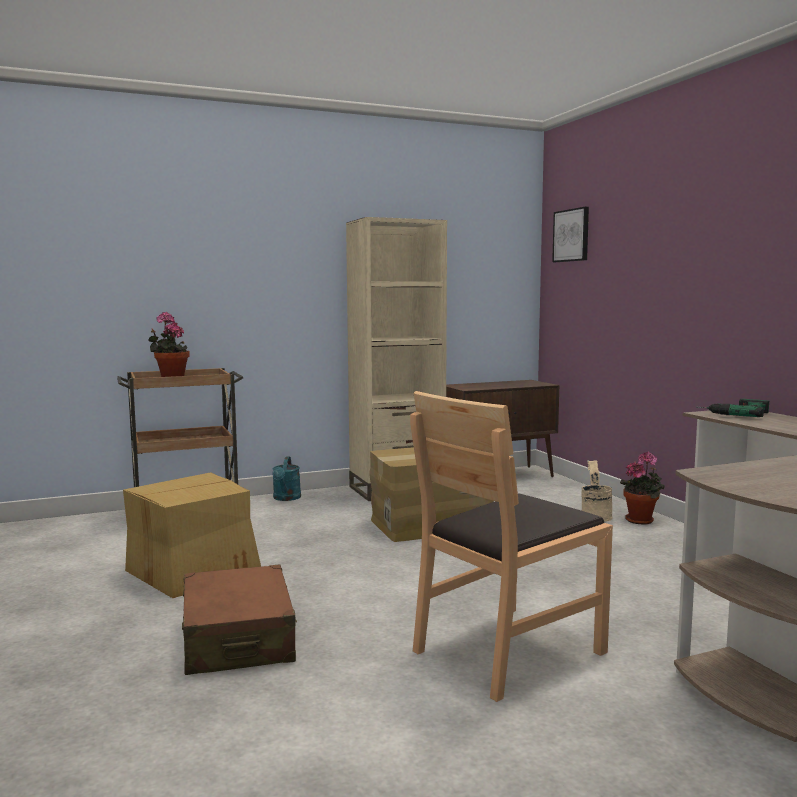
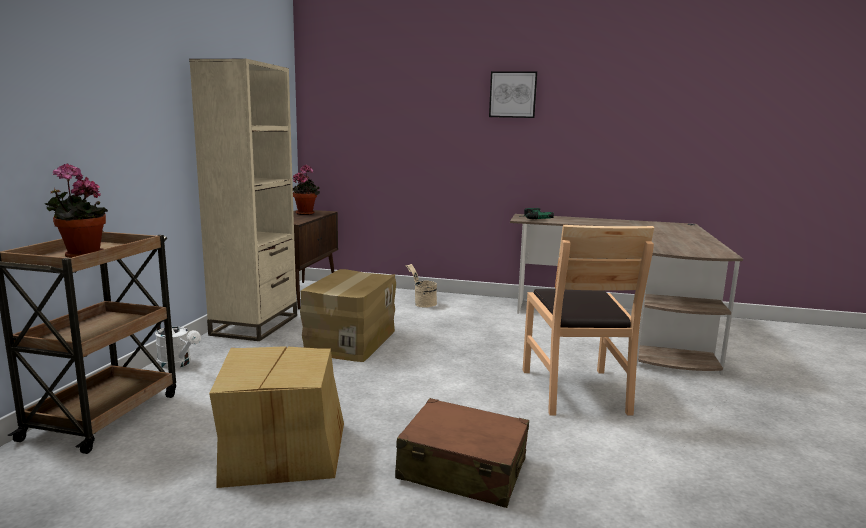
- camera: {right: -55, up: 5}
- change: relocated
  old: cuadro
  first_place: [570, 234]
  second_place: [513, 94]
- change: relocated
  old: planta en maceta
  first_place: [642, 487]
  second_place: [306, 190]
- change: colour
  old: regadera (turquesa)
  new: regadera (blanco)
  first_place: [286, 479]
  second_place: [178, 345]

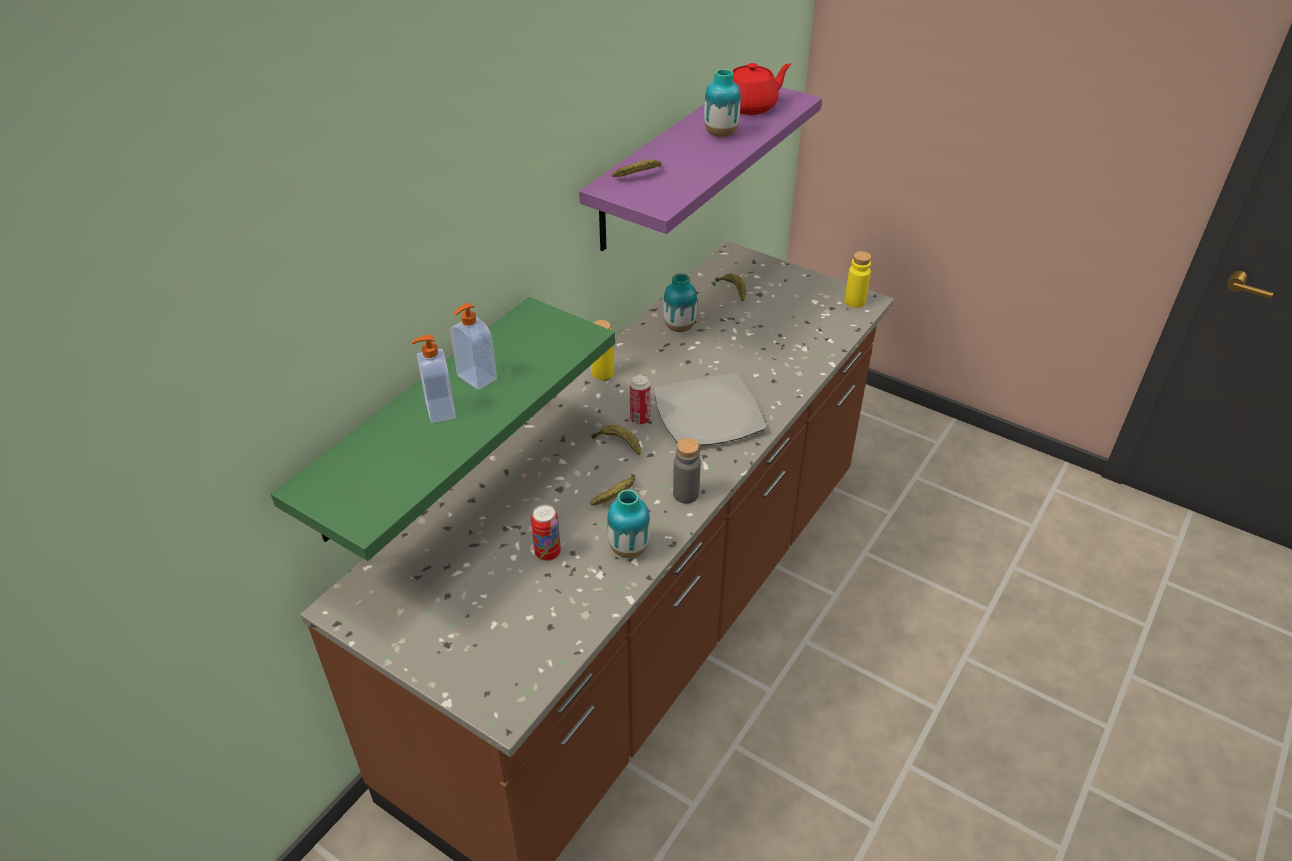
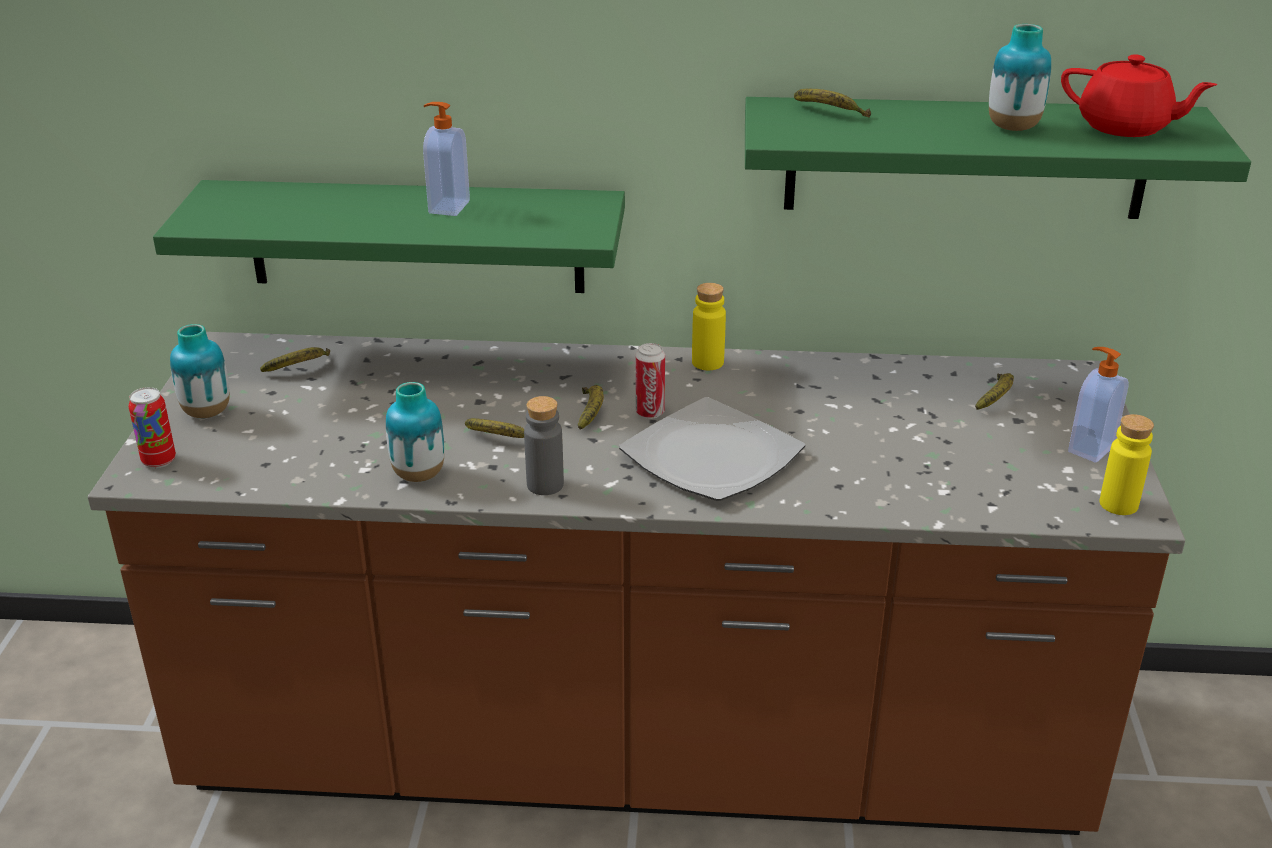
- camera: {right: 60, up: -10}
- change: colour
  old: estante (morado)
  new: estante (verde)
  first_place: [700, 169]
  second_place: [998, 158]
- change: relocated
  old: florero
  first_place: [680, 302]
  second_place: [200, 371]
- change: relocated
  old: dispensador de jabón
  first_place: [434, 379]
  second_place: [1098, 405]
- change: relocated
  old: lata
  first_place: [546, 533]
  second_place: [152, 427]
- change: appeared
  new: plátano
  second_place: [295, 359]

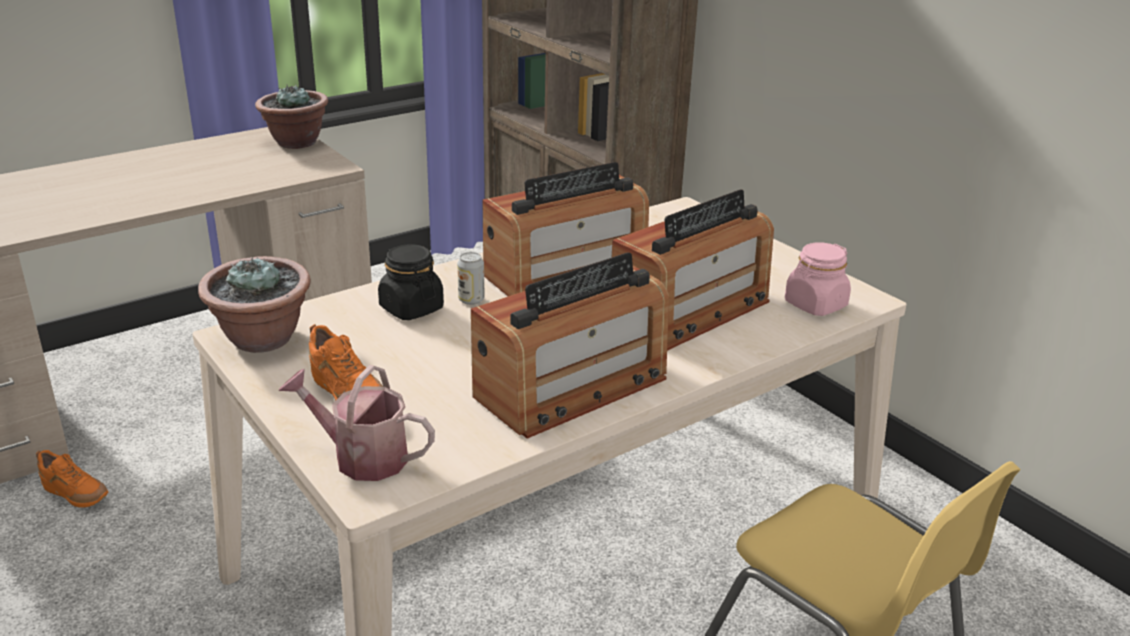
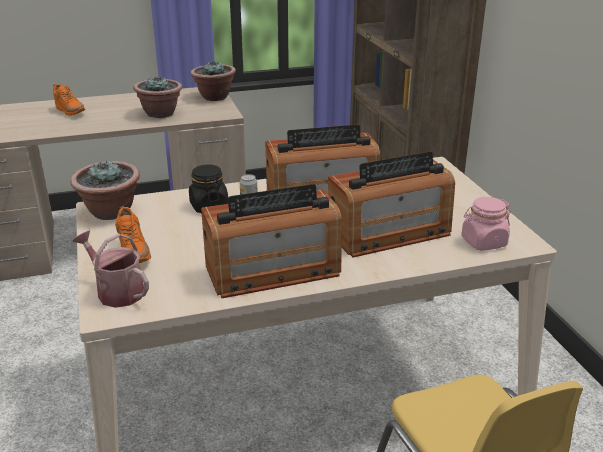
- camera: {right: 20, up: 0}
- change: relocated
  old: zapato (naranja)
  first_place: [72, 479]
  second_place: [69, 100]
- change: appeared
  new: planta en maceta
  second_place: [157, 96]

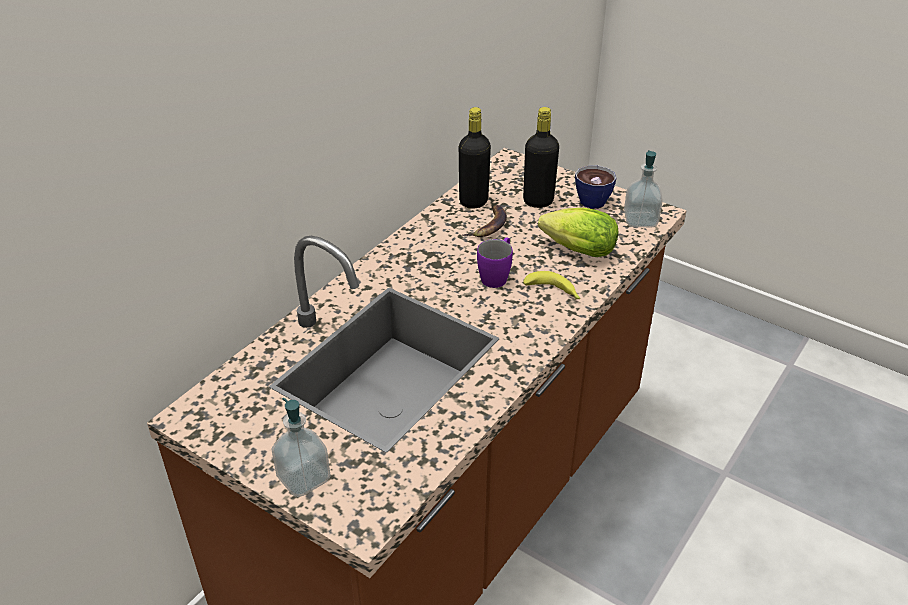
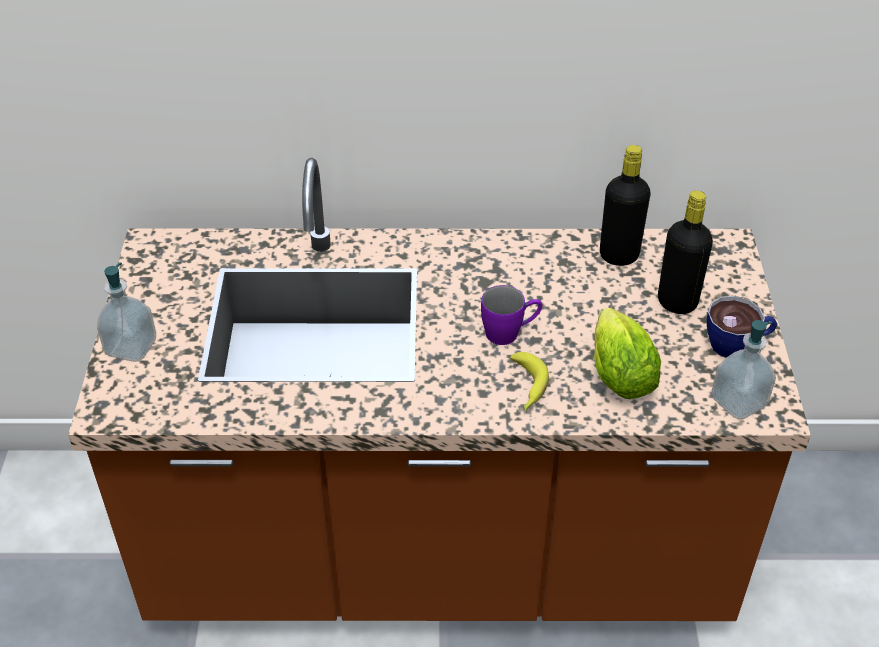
- camera: {right: 55, up: 5}
- change: missing
  old: plátano
  first_place: [484, 221]

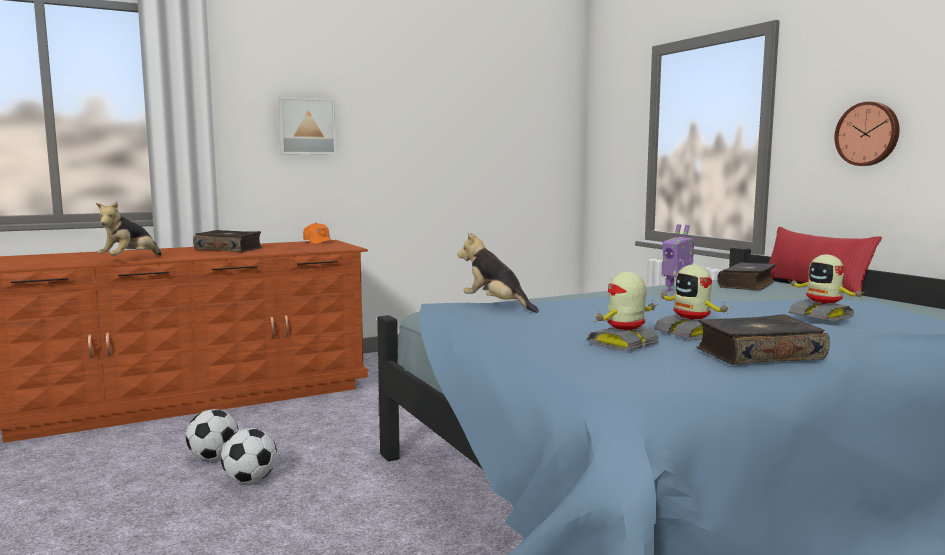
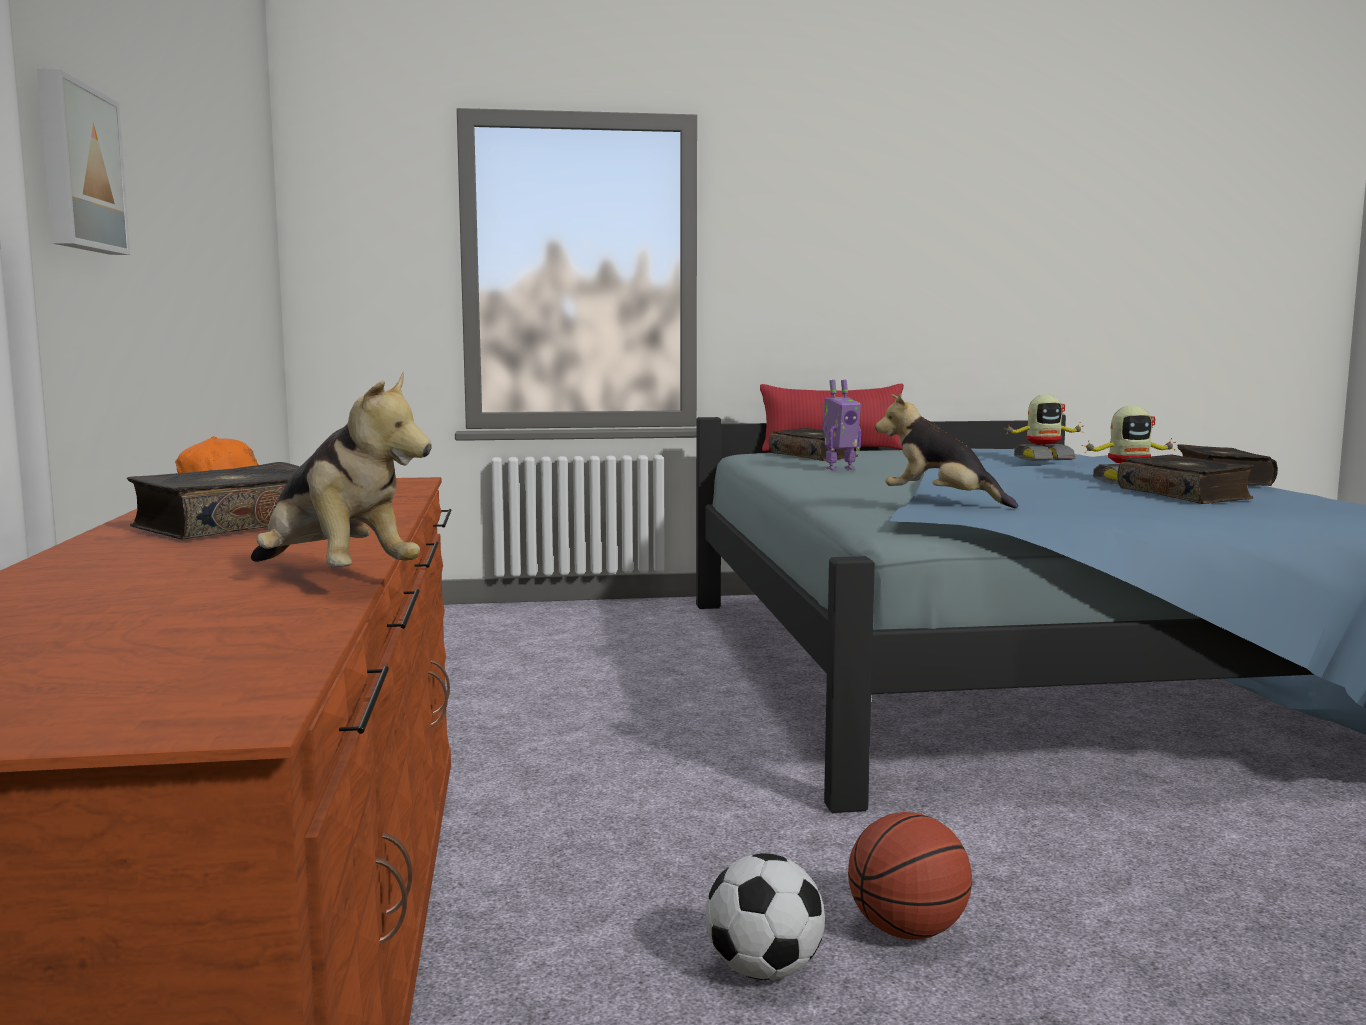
- camera: {right: -70, up: 0}
- change: missing
  old: reloj de pared
  first_place: [867, 134]
- change: spun
  old: peluche
  first_place: [498, 273]
  second_place: [946, 450]
  degrees: 60
- change: exchanged
  old: robot de juguete
  new: libro
  first_place: [623, 312]
  second_place: [1186, 479]
- change: exchanged
  old: balón de fútbol
  new: balón de baloncesto
  first_place: [249, 455]
  second_place: [910, 875]

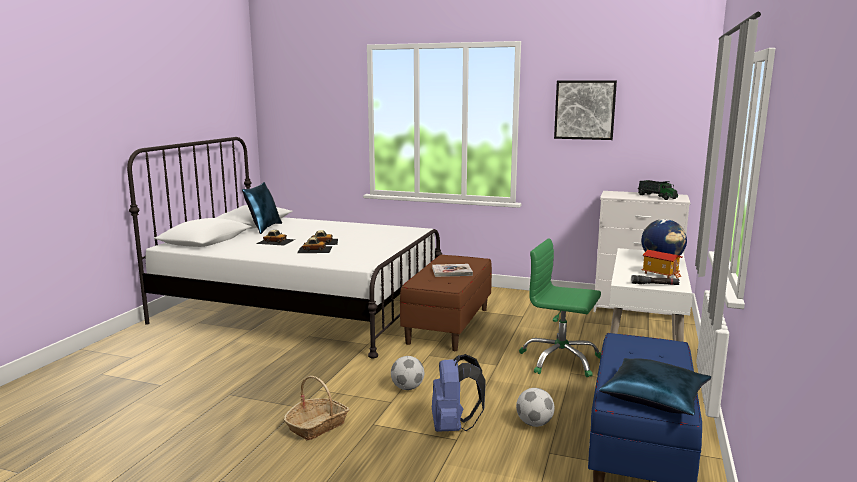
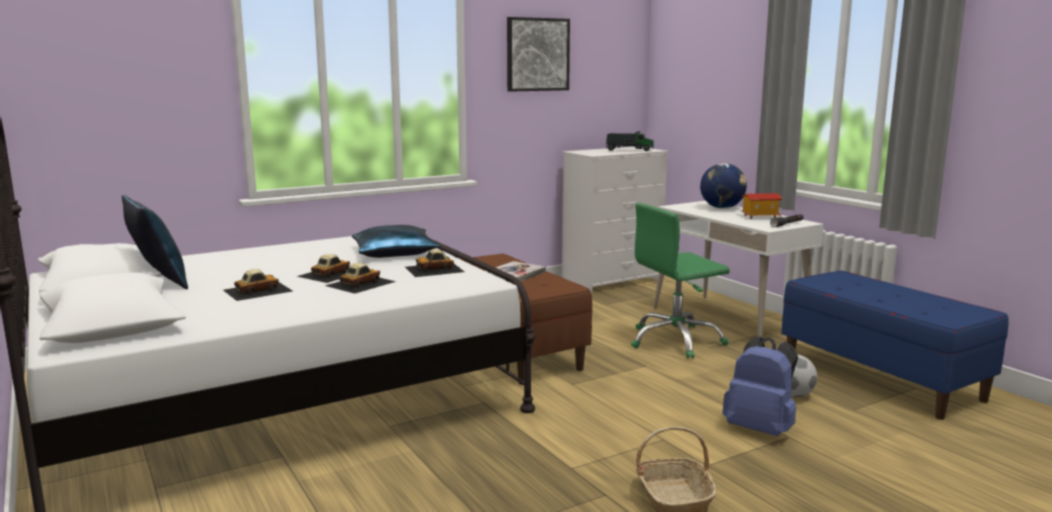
- camera: {right: -50, up: 0}
- change: missing
  old: balón de fútbol
  first_place: [407, 373]
- change: relocated
  old: cojín (azul)
  first_place: [655, 386]
  second_place: [396, 241]
- change: appeared
  new: coche de juguete
  second_place: [434, 263]

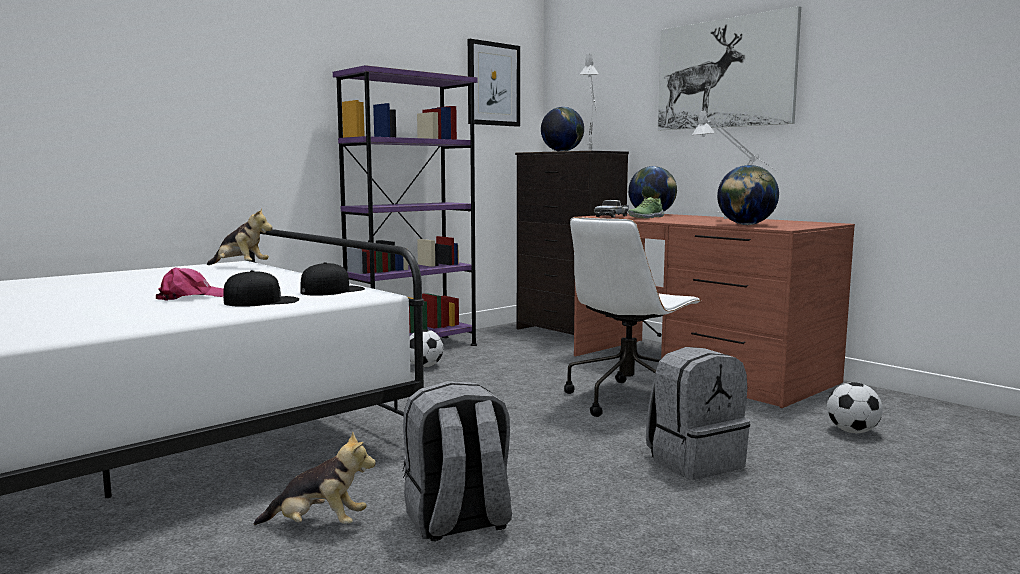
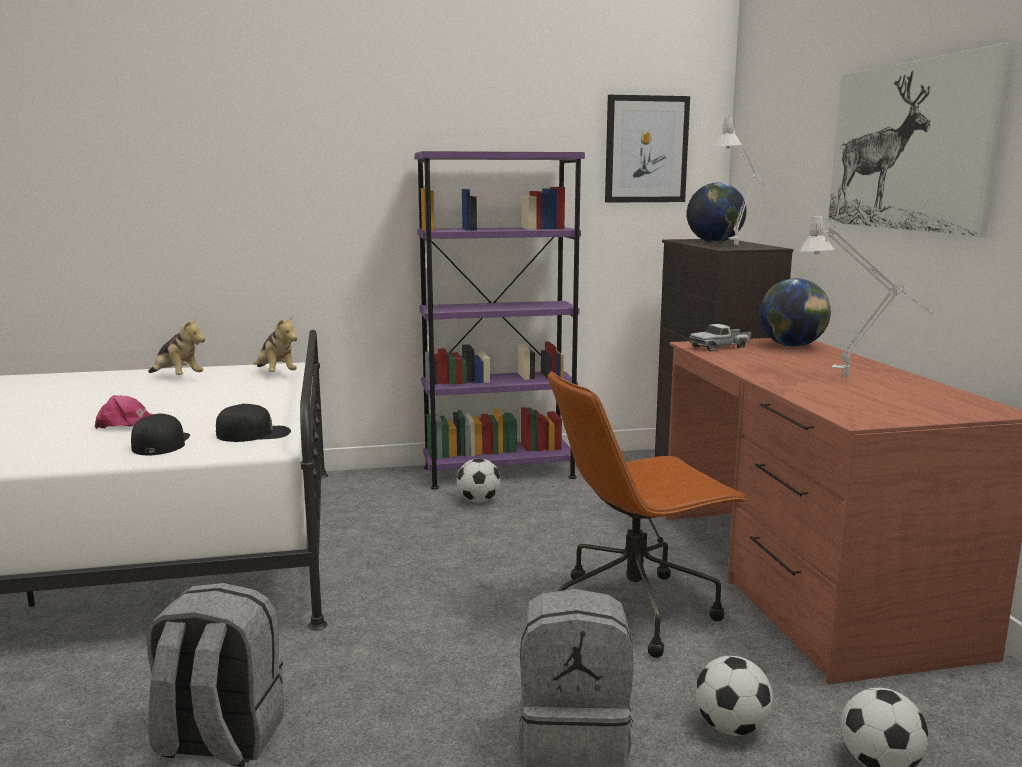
- camera: {right: 30, up: 5}
- change: missing
  old: globo terráqueo
  first_place: [748, 195]
- change: missing
  old: zapato
  first_place: [646, 207]
- change: colour
  old: silla de oficina (blanco)
  new: silla de oficina (marrón)
  first_place: [632, 317]
  second_place: [648, 514]
- change: spun
  old: gorra (negro)
  first_place: [261, 288]
  second_place: [160, 434]
  degrees: -105
- change: relocated
  old: peluche
  first_place: [315, 478]
  second_place: [176, 346]
- change: appeared
  new: balón de fútbol
  second_place: [734, 696]

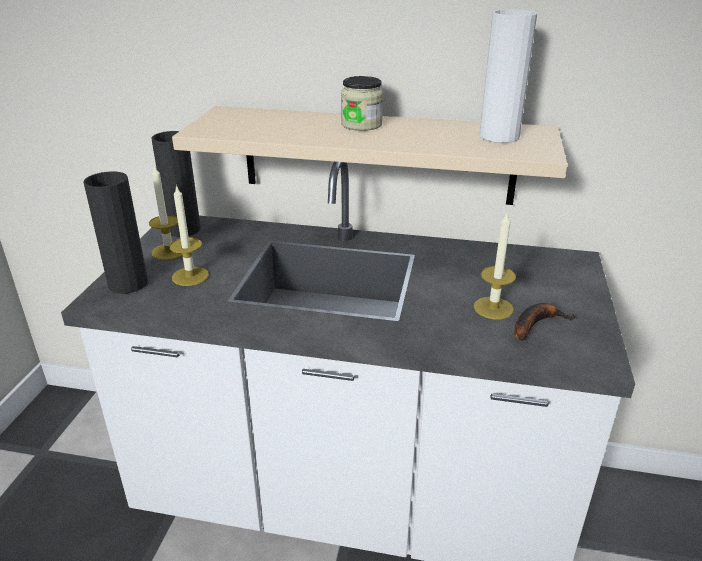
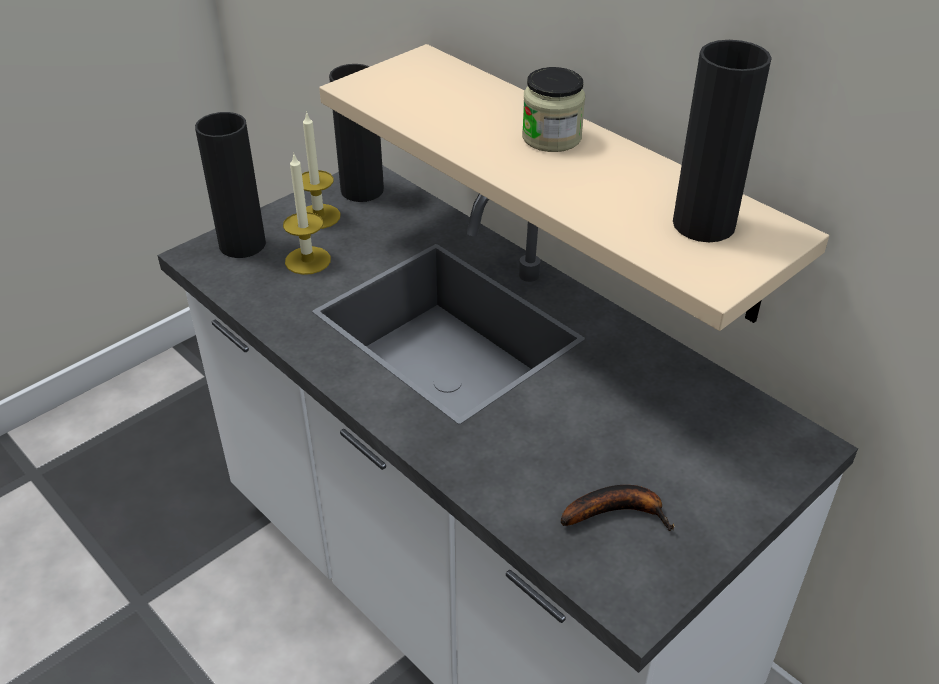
- camera: {right: 35, up: 10}
- change: colour
  old: florero (blanco)
  new: florero (negro)
  first_place: [508, 76]
  second_place: [722, 141]
- change: missing
  old: vela
  first_place: [495, 265]

